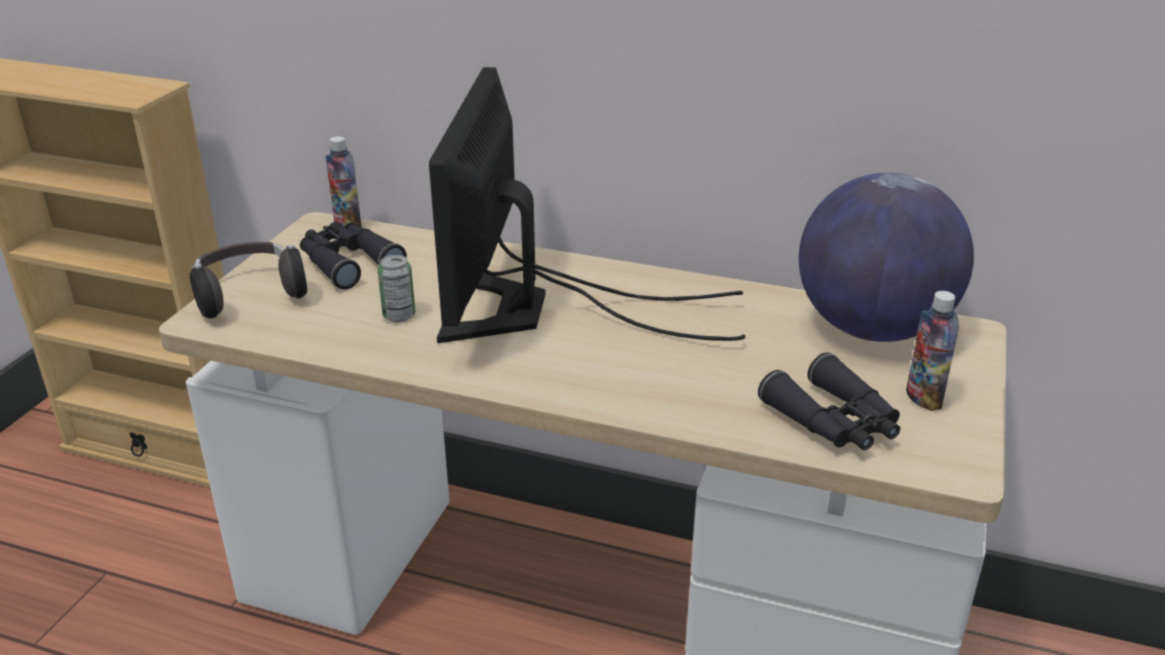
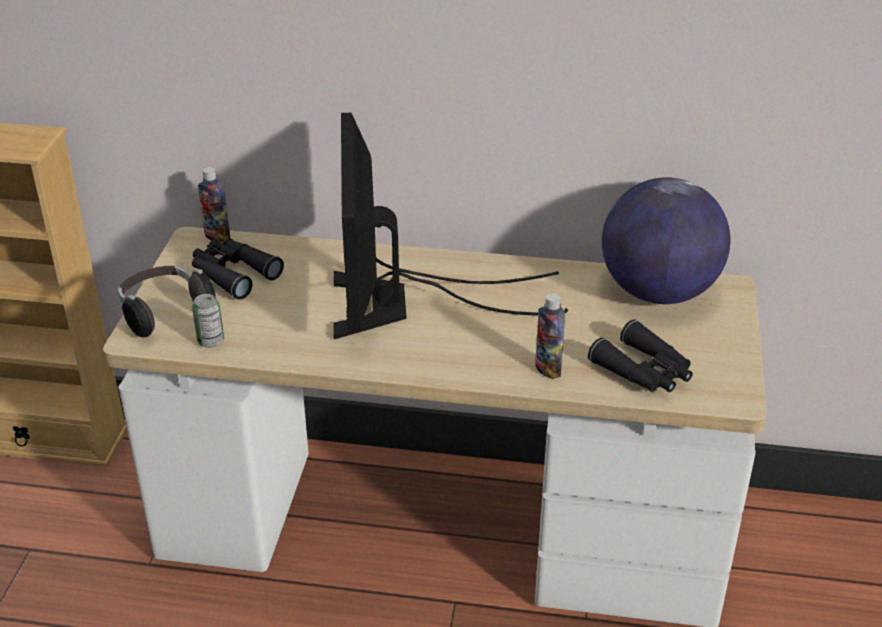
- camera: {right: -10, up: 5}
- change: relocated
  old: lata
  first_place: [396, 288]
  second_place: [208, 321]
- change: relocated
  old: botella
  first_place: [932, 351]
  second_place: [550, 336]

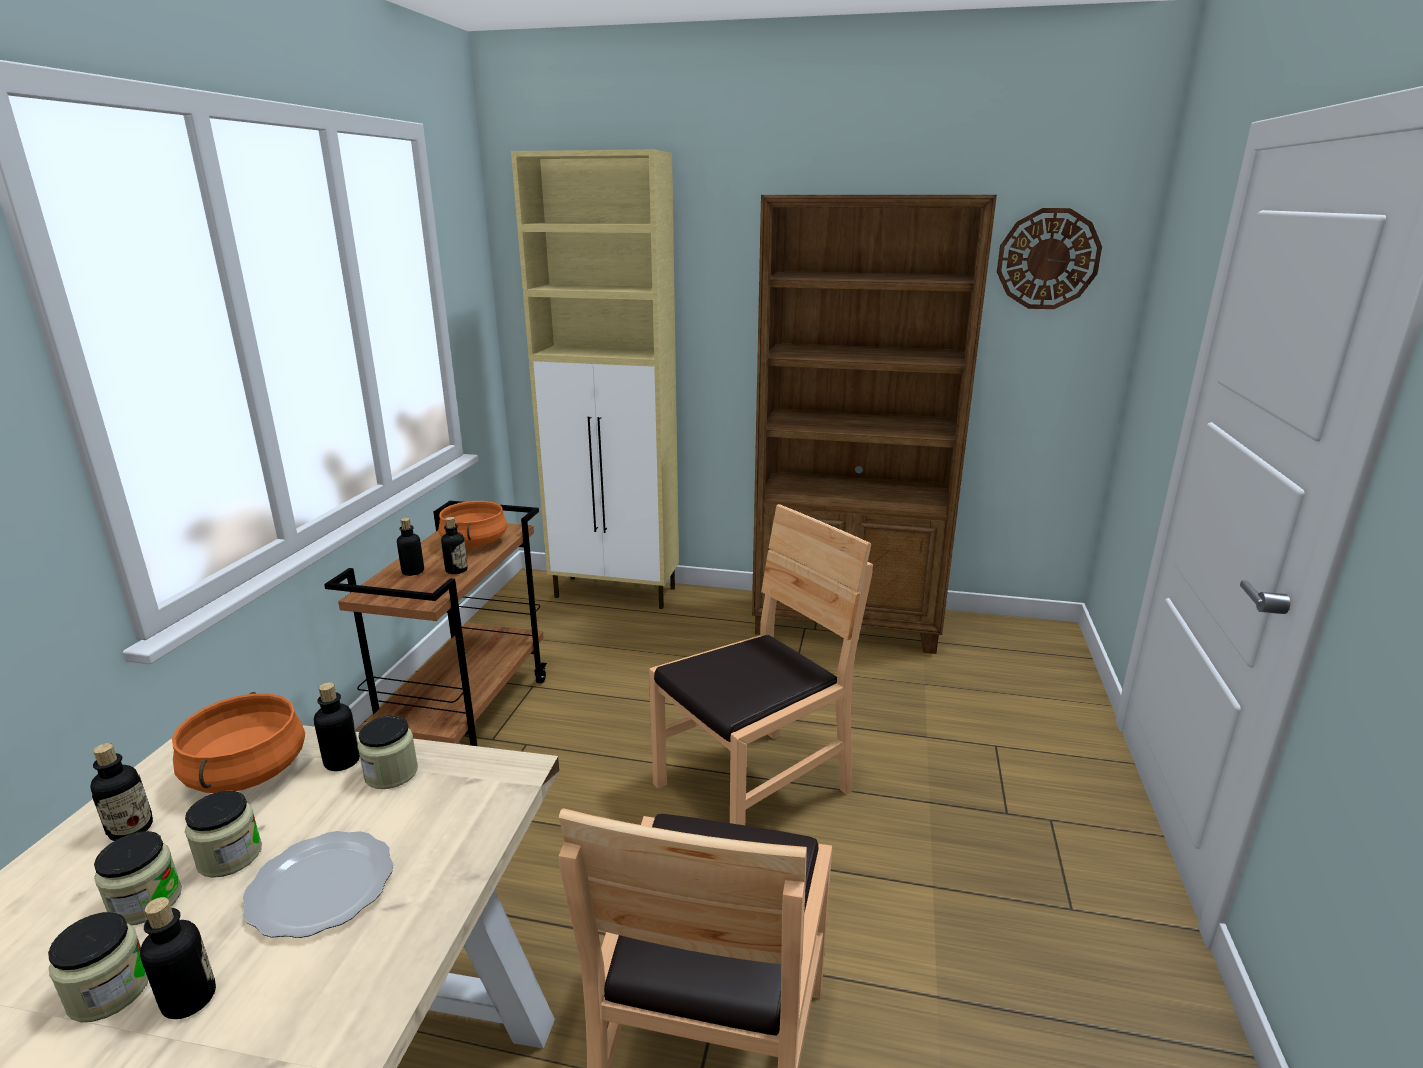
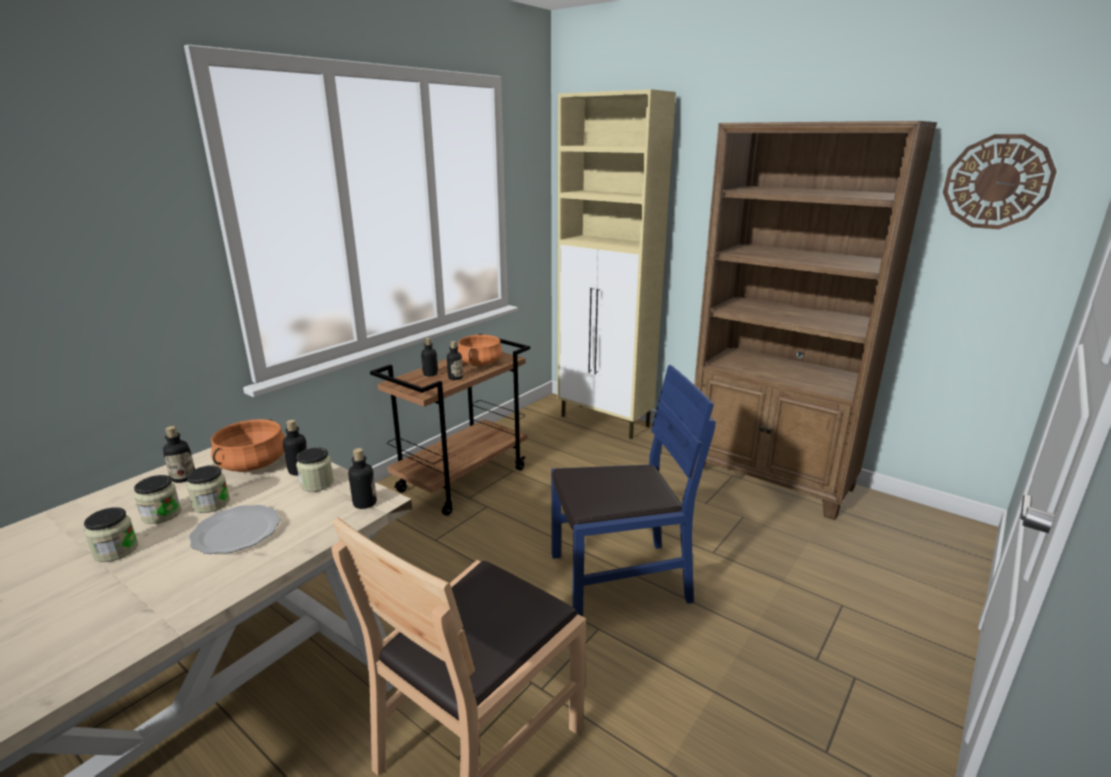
- camera: {right: 25, up: 0}
- change: colour
  old: silla (marrón)
  new: silla (azul)
  first_place: [761, 664]
  second_place: [633, 491]
- change: relocated
  old: botella
  first_place: [178, 958]
  second_place: [362, 478]

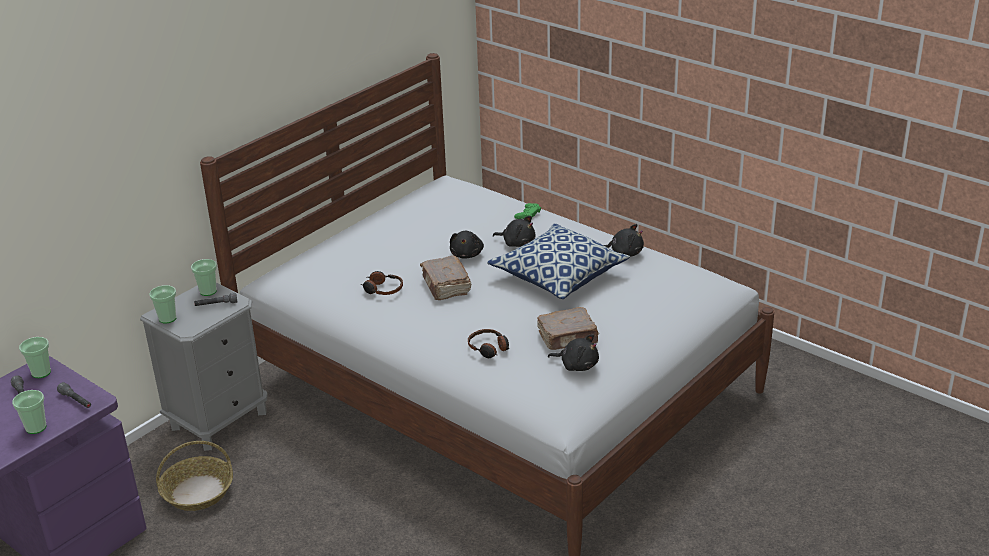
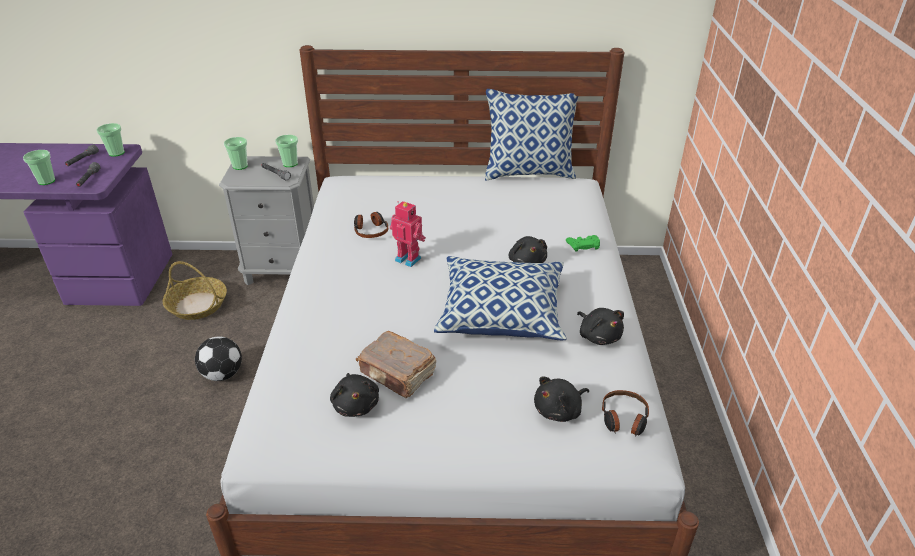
- camera: {right: 50, up: 5}
- change: relocated
  old: peluche (negro)
  first_place: [467, 245]
  second_place: [561, 399]
- change: exchanged
  old: libro (marrón)
  new: robot de juguete
  first_place: [446, 278]
  second_place: [408, 234]
- change: relocated
  old: auriculares
  first_place: [488, 343]
  second_place: [625, 413]
- change: appeared
  new: cojín
  second_place: [531, 135]
- change: appeared
  new: balón de fútbol
  second_place: [218, 358]

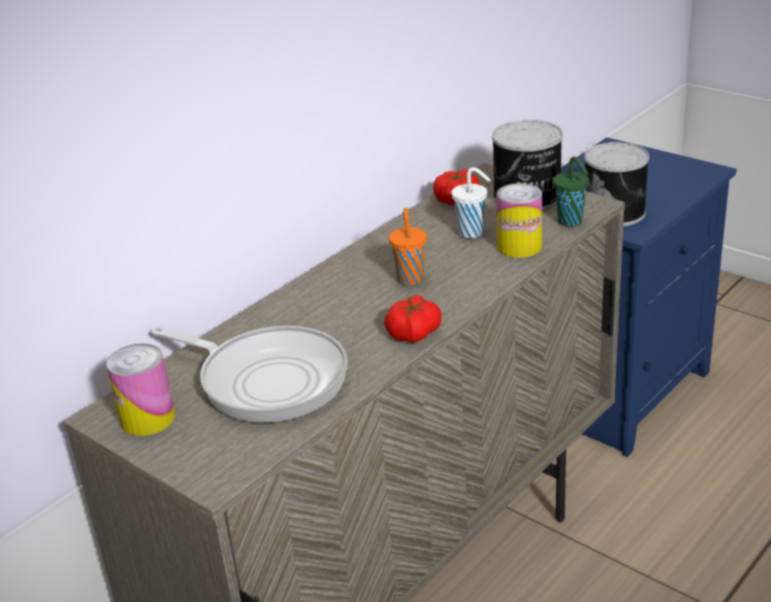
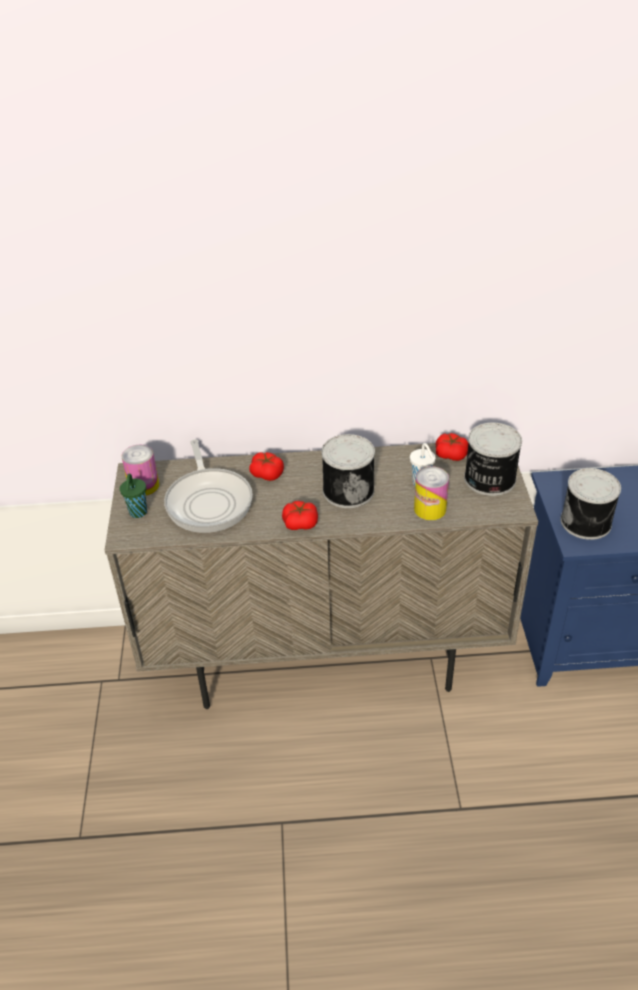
- camera: {right: 45, up: 10}
- change: relocated
  old: taza (verde)
  first_place: [571, 191]
  second_place: [133, 496]
- change: exchanged
  old: taza (naranja)
  new: lata
  first_place: [408, 247]
  second_place: [348, 471]
- change: appeared
  new: tomate
  second_place: [266, 466]

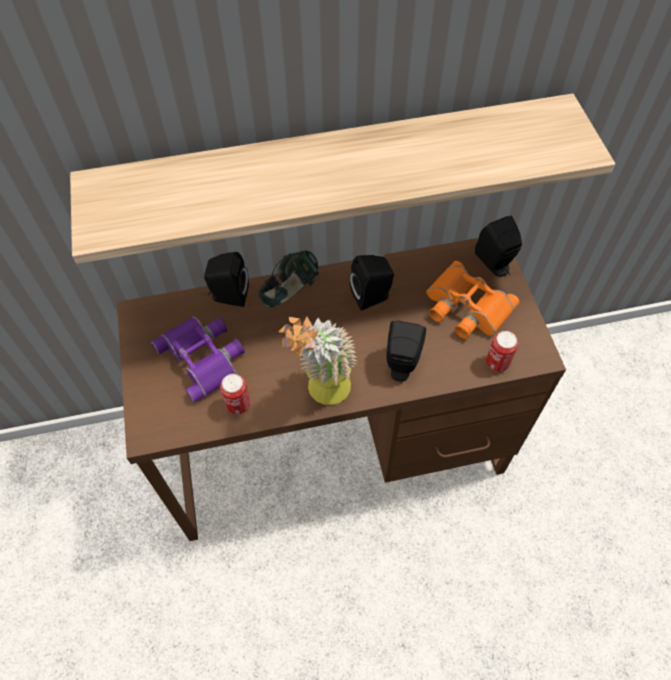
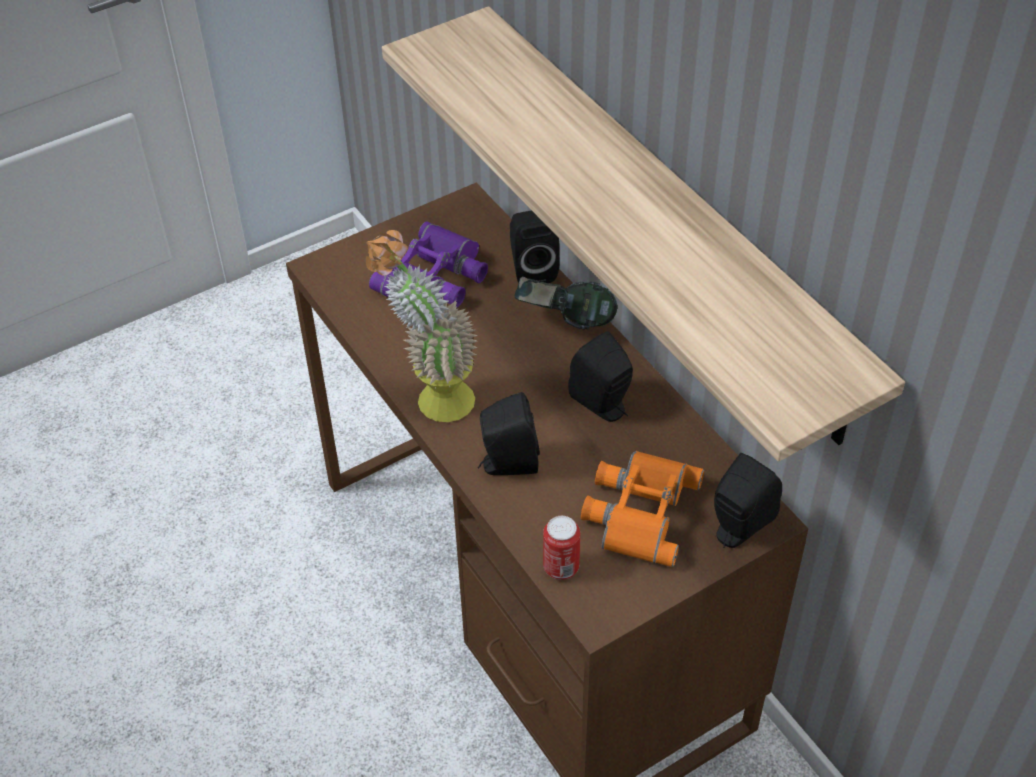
- camera: {right: 70, up: -10}
- change: missing
  old: lata
  first_place: [235, 394]

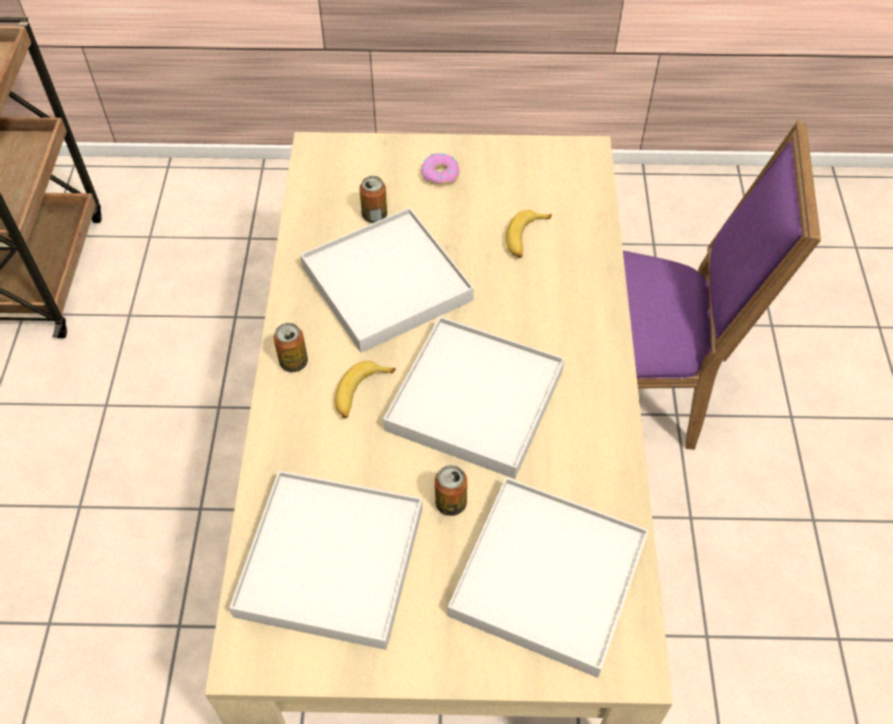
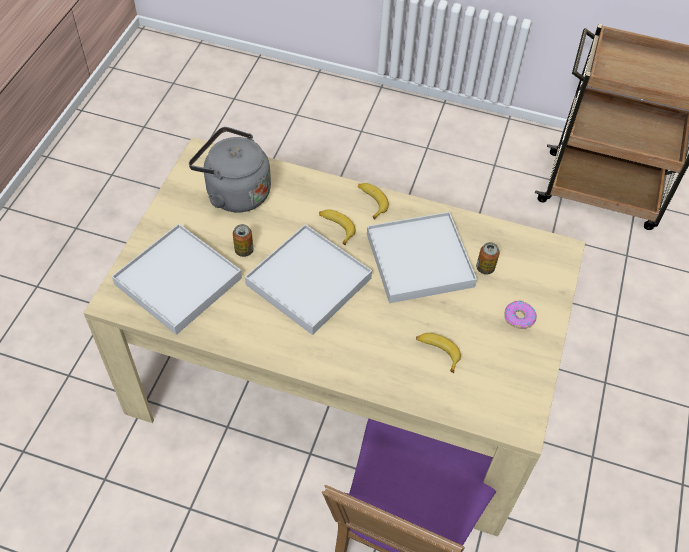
- camera: {right: 105, up: 0}
- change: exchanged
  old: lata
  new: plátano
  first_place: [290, 347]
  second_place: [373, 201]
- change: exchanged
  old: bandeja (blanco)
  new: hervidor (gris)
  first_place: [326, 560]
  second_place: [230, 170]

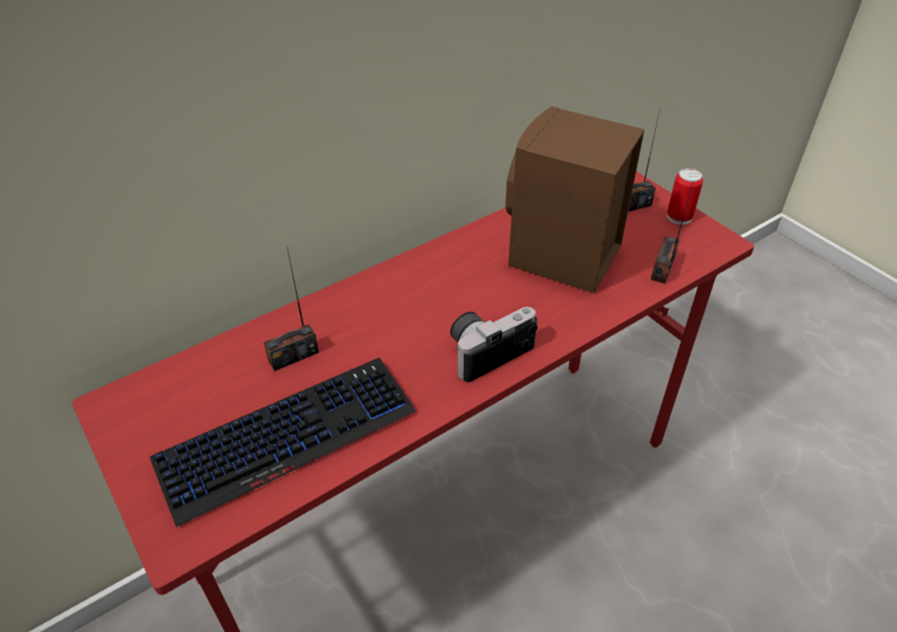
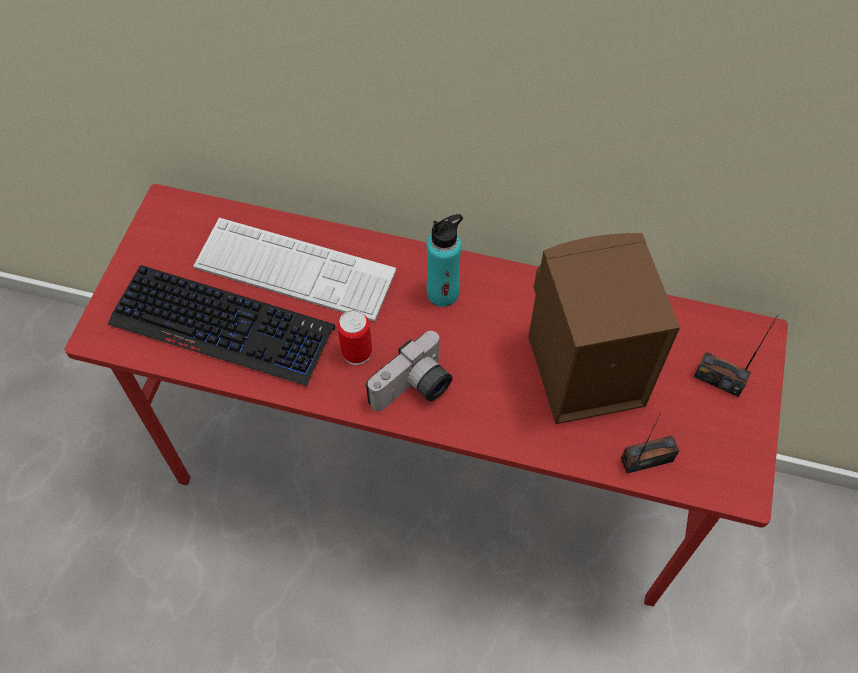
- camera: {right: 50, up: 15}
- change: relocated
  old: lata
  first_place: [685, 196]
  second_place: [354, 337]
- change: exchanged
  old: radio
  new: teclado
  first_place: [291, 309]
  second_place: [295, 270]
- change: spun
  old: cámara
  first_place: [494, 344]
  second_place: [408, 371]
  degrees: 120
- change: appeared
  new: botella (turquesa)
  second_place: [444, 260]

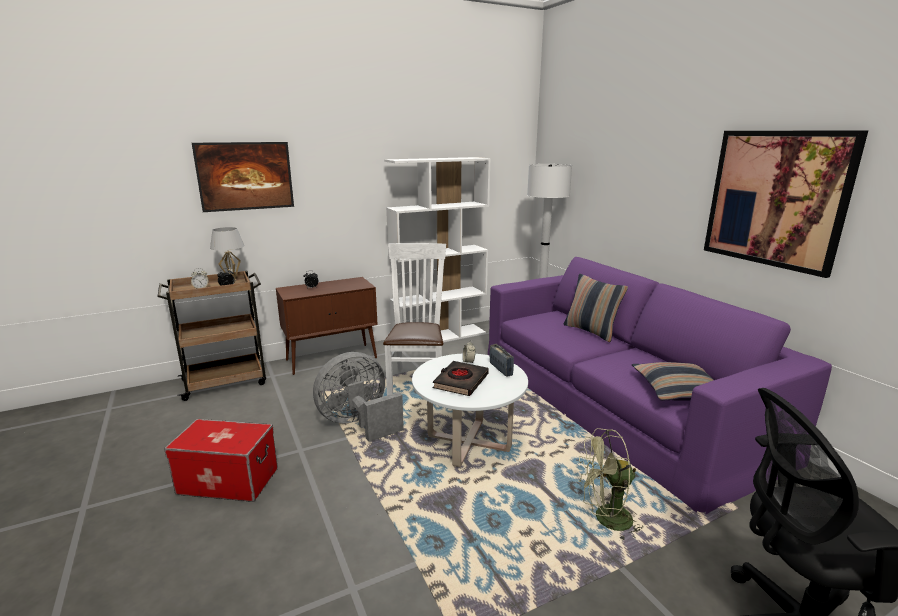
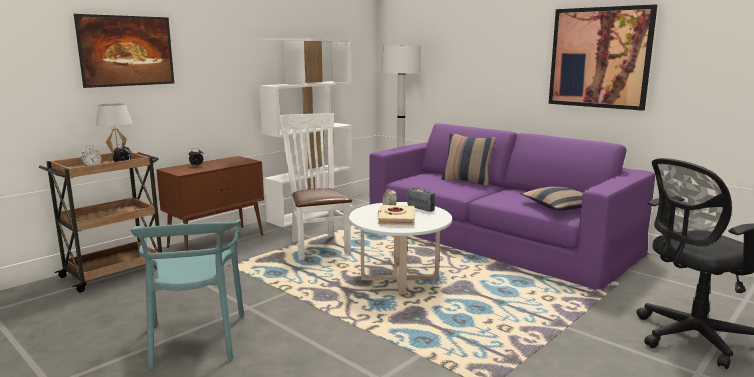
- camera: {right: -20, up: -5}
- change: missing
  old: ventilador (gris)
  first_place: [358, 397]
- change: colour
  old: libro (negro)
  new: libro (beis)
  first_place: [461, 378]
  second_place: [396, 215]
- change: exchanged
  old: caja de almacenaje
  new: silla (turquesa)
  first_place: [221, 460]
  second_place: [187, 294]
- change: missing
  old: ventilador (verde)
  first_place: [610, 484]

